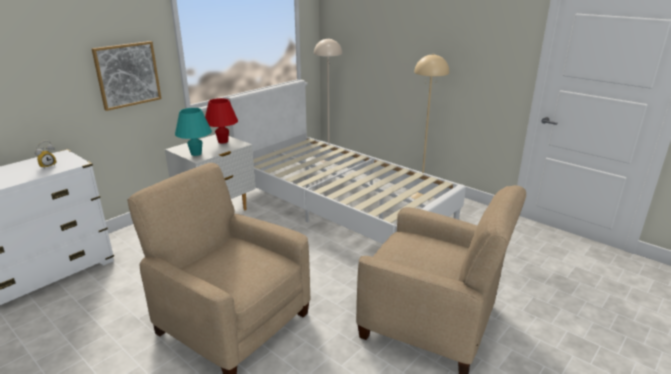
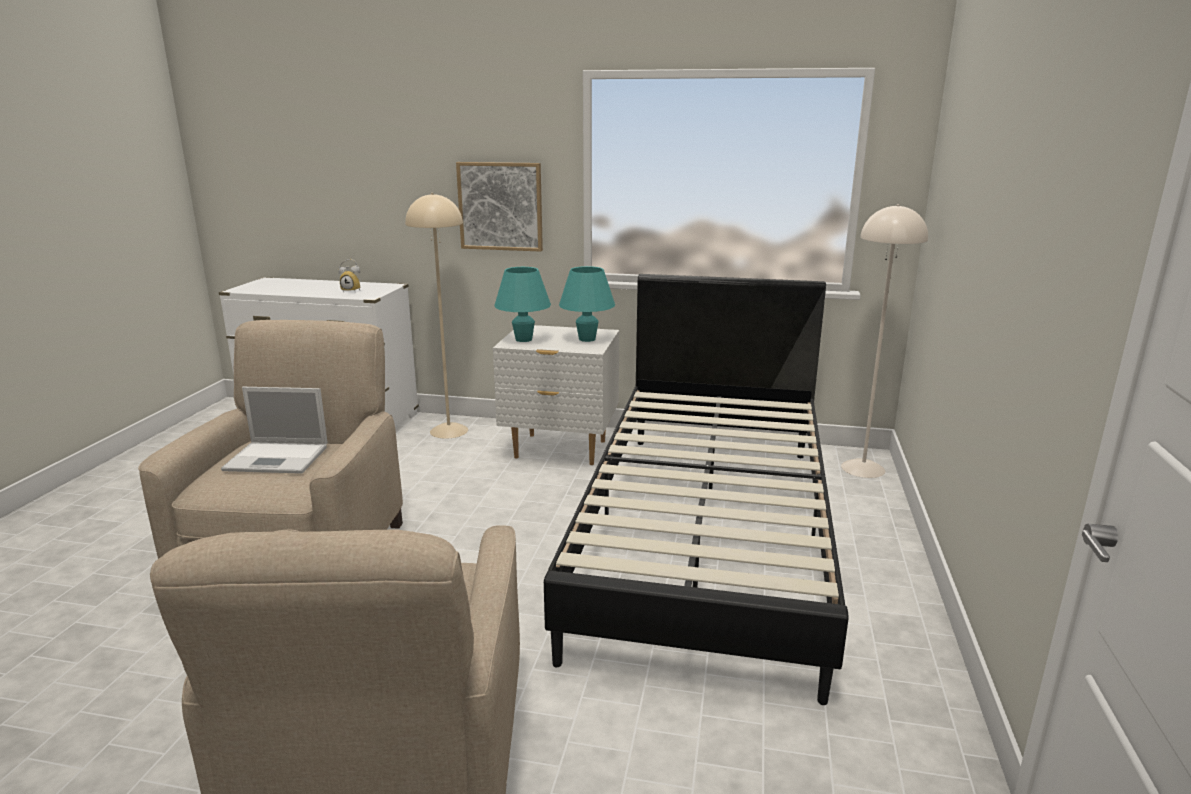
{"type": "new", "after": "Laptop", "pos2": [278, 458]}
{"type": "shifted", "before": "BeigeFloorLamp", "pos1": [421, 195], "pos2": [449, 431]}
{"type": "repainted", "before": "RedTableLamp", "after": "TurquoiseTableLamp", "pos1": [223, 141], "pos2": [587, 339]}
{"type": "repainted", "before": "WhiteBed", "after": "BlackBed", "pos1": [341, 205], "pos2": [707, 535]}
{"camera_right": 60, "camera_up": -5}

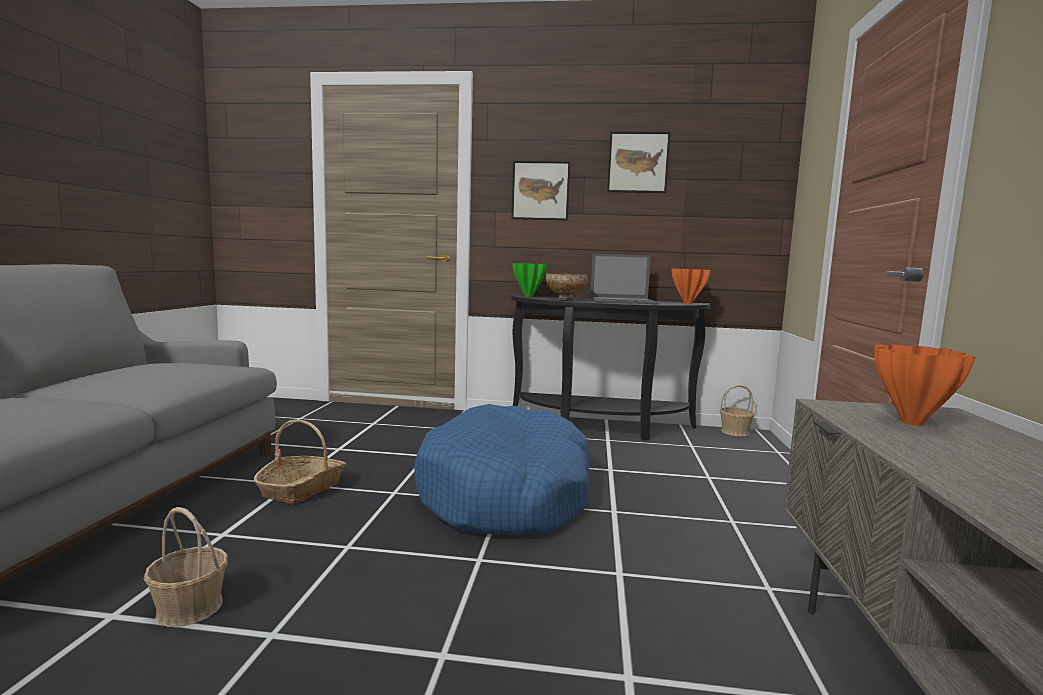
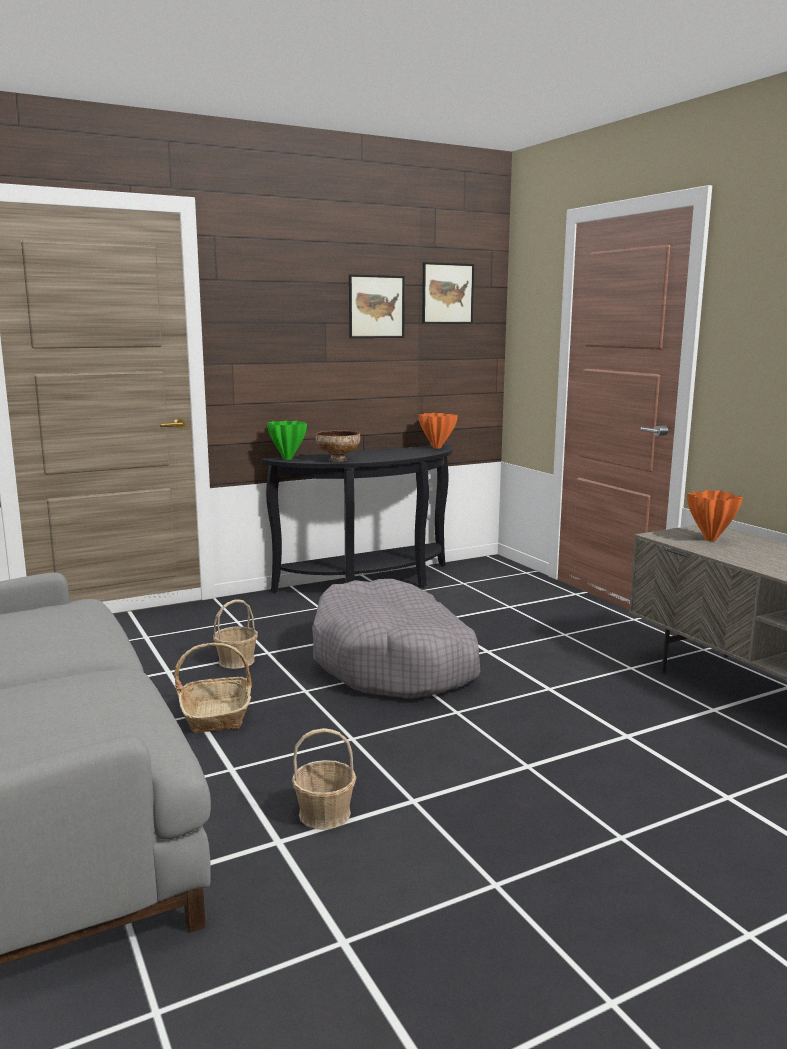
{"type": "gone", "before": "Laptop", "pos1": [623, 301]}
{"type": "shifted", "before": "Picture", "pos1": [540, 190], "pos2": [447, 293]}
{"type": "shifted", "before": "Basket", "pos1": [735, 432], "pos2": [237, 661]}
{"type": "repainted", "before": "BlueDogBed", "after": "GreyDogBed", "pos1": [506, 493], "pos2": [394, 662]}
{"camera_right": -35, "camera_up": 5}

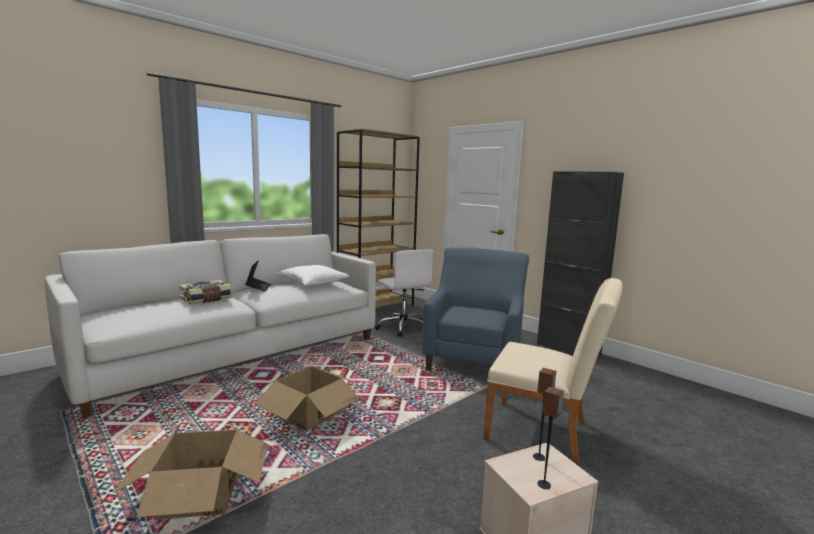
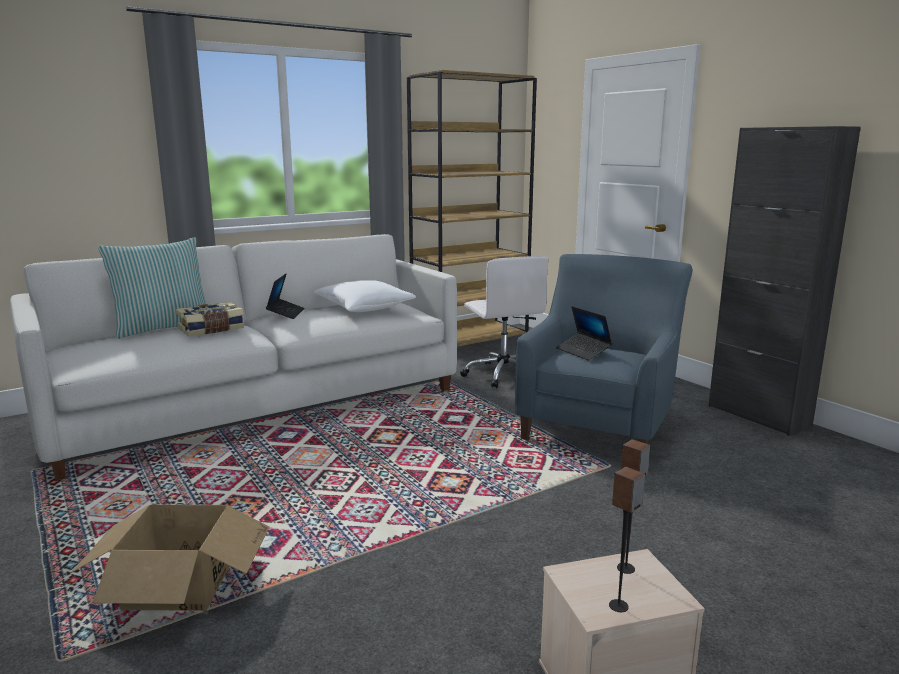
{"type": "gone", "before": "CardboardBox", "pos1": [309, 414]}
{"type": "gone", "before": "BeigeChair", "pos1": [544, 432]}
{"type": "new", "after": "Pillow", "pos2": [163, 328]}
{"type": "new", "after": "Laptop", "pos2": [583, 351]}
{"camera_right": 10, "camera_up": 5}

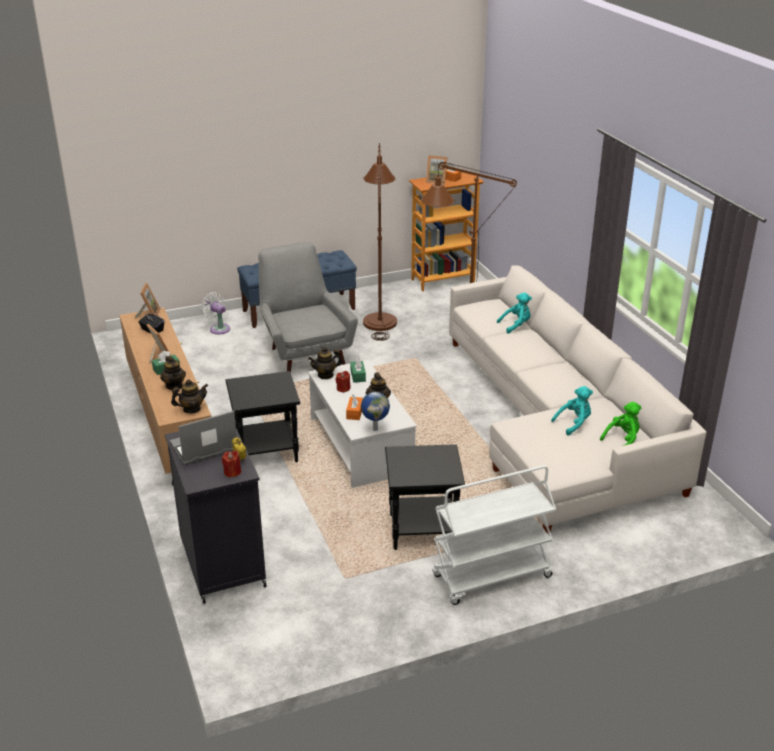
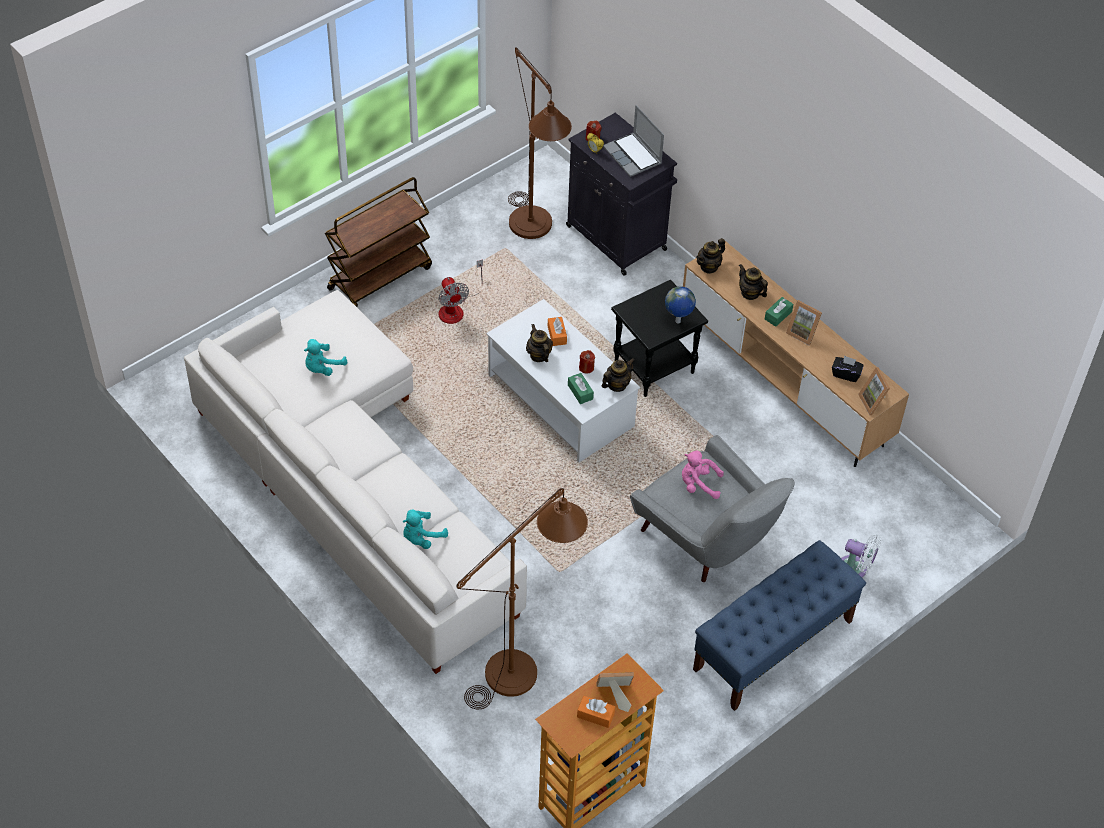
{"type": "gone", "before": "GreenPlushToy", "pos1": [622, 440]}
{"type": "new", "after": "PinkPlushToy", "pos2": [698, 484]}
{"type": "shifted", "before": "Globe", "pos1": [375, 429], "pos2": [678, 322]}
{"type": "shifted", "before": "BrownFloorLamp", "pos1": [380, 318], "pos2": [534, 232]}
{"type": "swapped", "before": "BlackSideTable", "after": "Fan", "pos1": [421, 532], "pos2": [456, 308]}
{"type": "repainted", "before": "WhiteCart", "after": "BrownCart", "pos1": [491, 577], "pos2": [380, 277]}
{"type": "rotated", "before": "Laptop", "pos1": [203, 447], "pos2": [633, 156], "turn": 105}
{"camera_right": 160, "camera_up": 20}

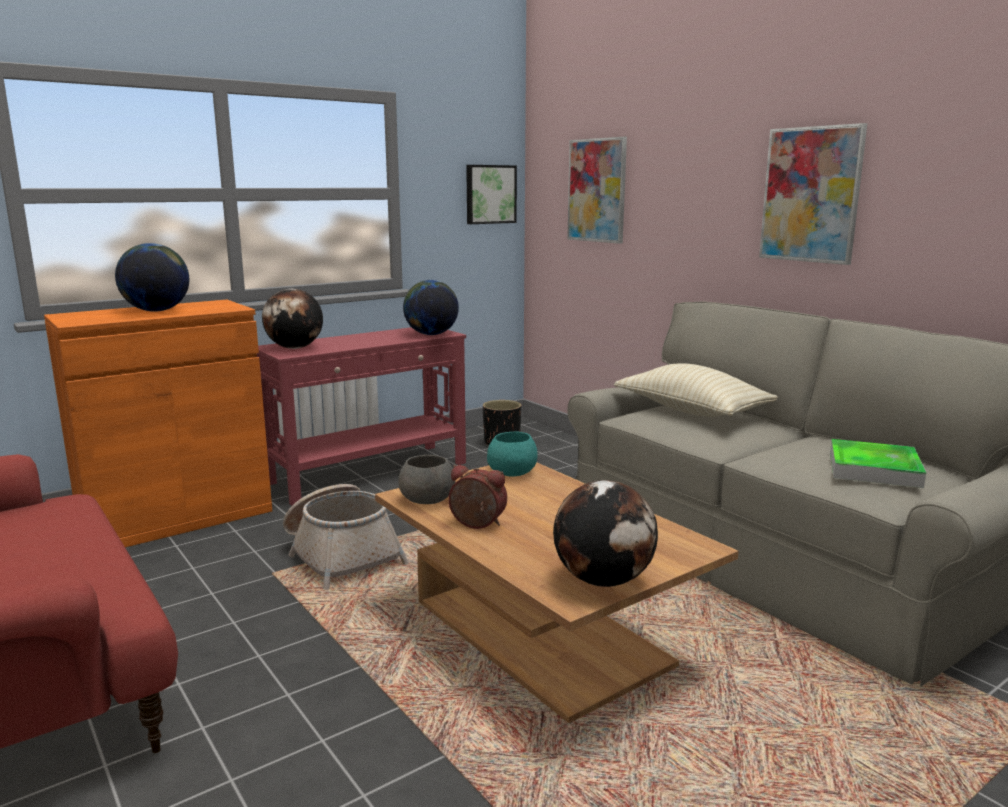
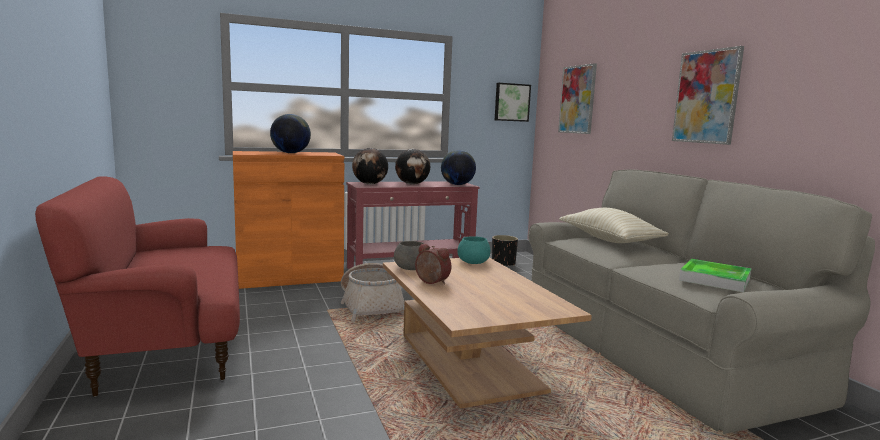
{"type": "shifted", "before": "Globe", "pos1": [603, 580], "pos2": [412, 184]}
{"camera_right": 15, "camera_up": -5}

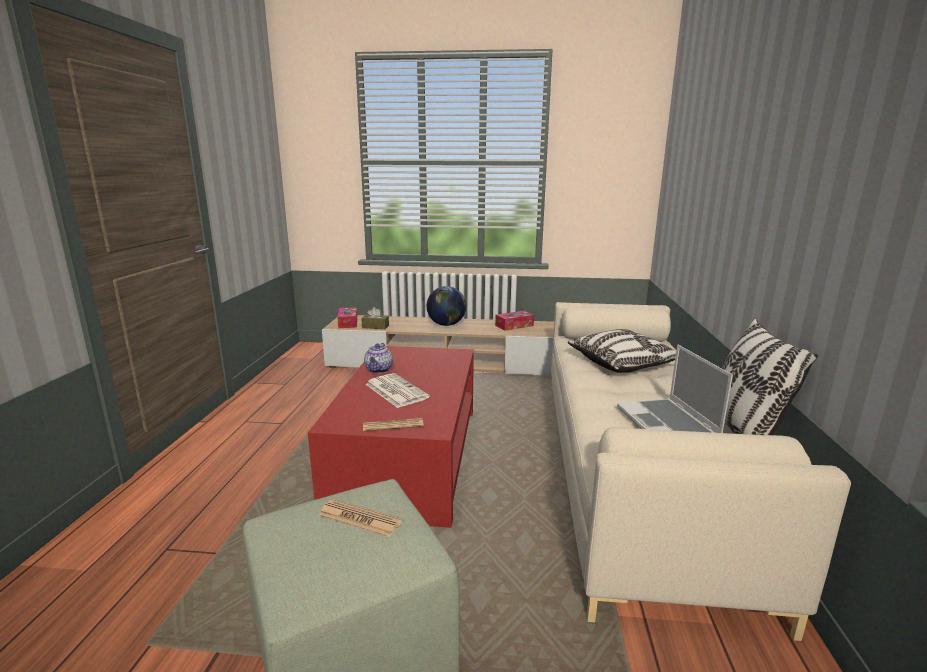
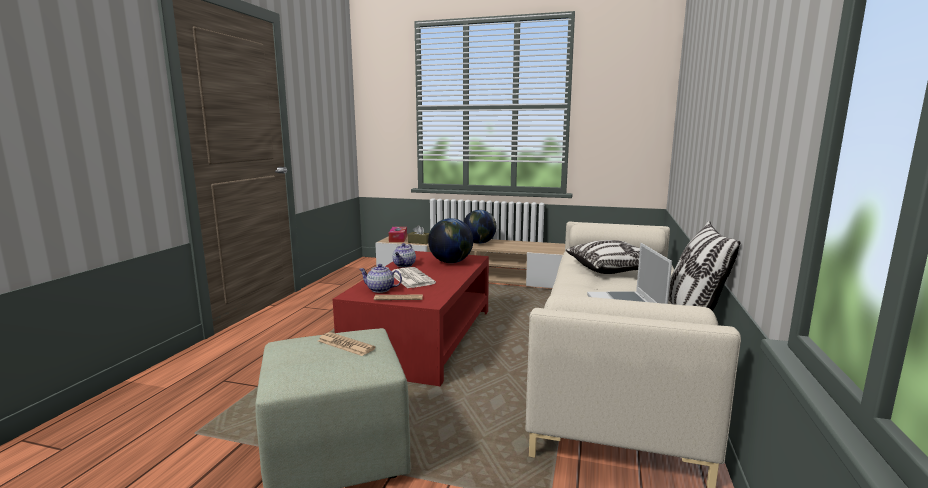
{"type": "gone", "before": "TissueBox", "pos1": [514, 325]}
{"type": "new", "after": "Teapot", "pos2": [381, 290]}
{"type": "new", "after": "Globe", "pos2": [451, 262]}
{"camera_right": 10, "camera_up": -5}

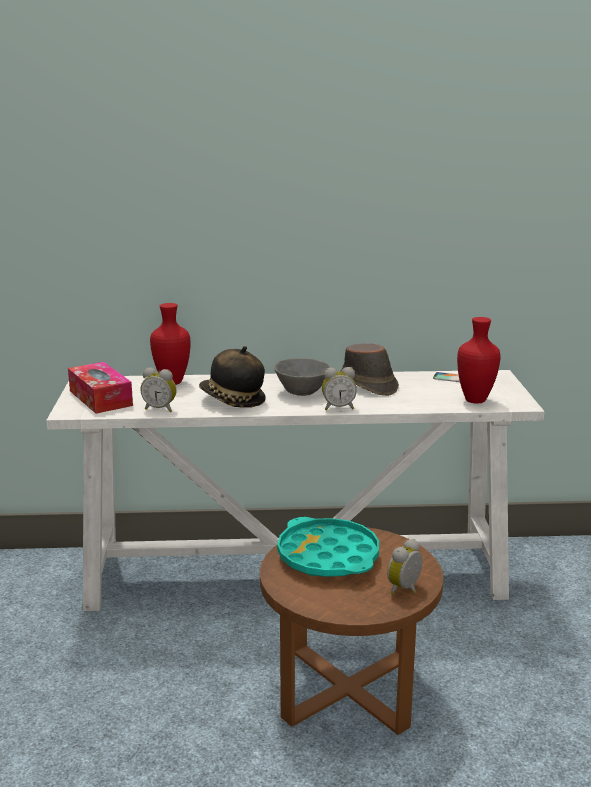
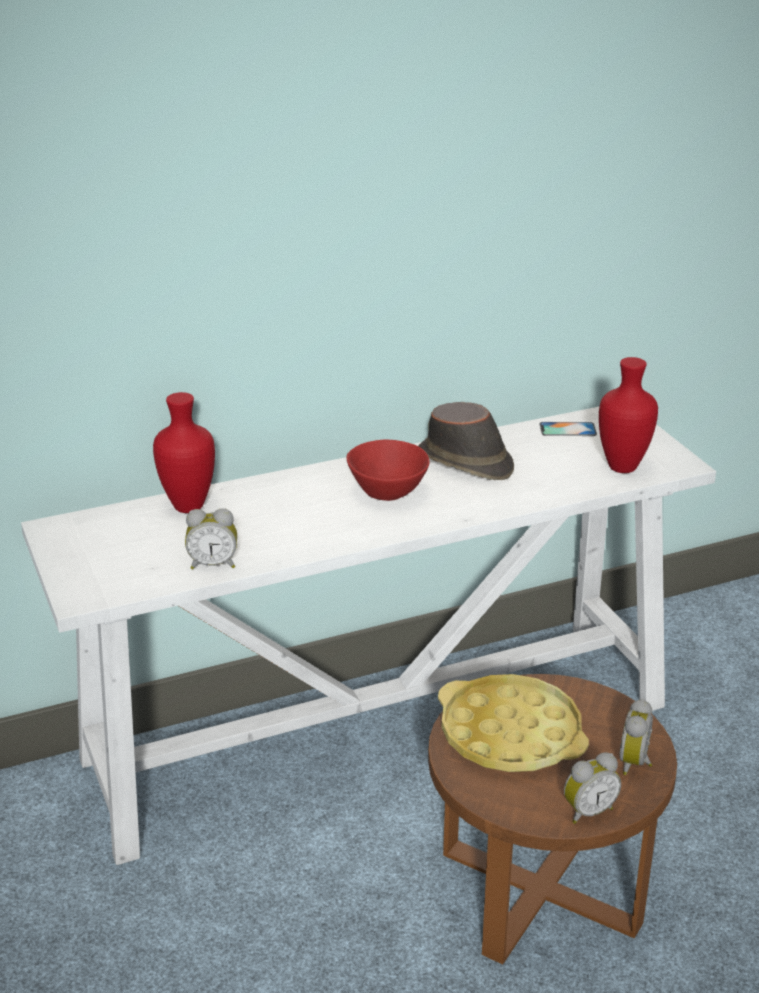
{"type": "gone", "before": "TissueBox", "pos1": [100, 398]}
{"type": "gone", "before": "Hat", "pos1": [232, 400]}
{"type": "shifted", "before": "AlarmClock", "pos1": [338, 407], "pos2": [587, 811]}
{"type": "repainted", "before": "GreyBowl", "after": "RedBowl", "pos1": [301, 392], "pos2": [388, 493]}
{"type": "repainted", "before": "TurquoiseTray", "after": "YellowTray", "pos1": [328, 556], "pos2": [510, 734]}
{"camera_right": -20, "camera_up": 10}

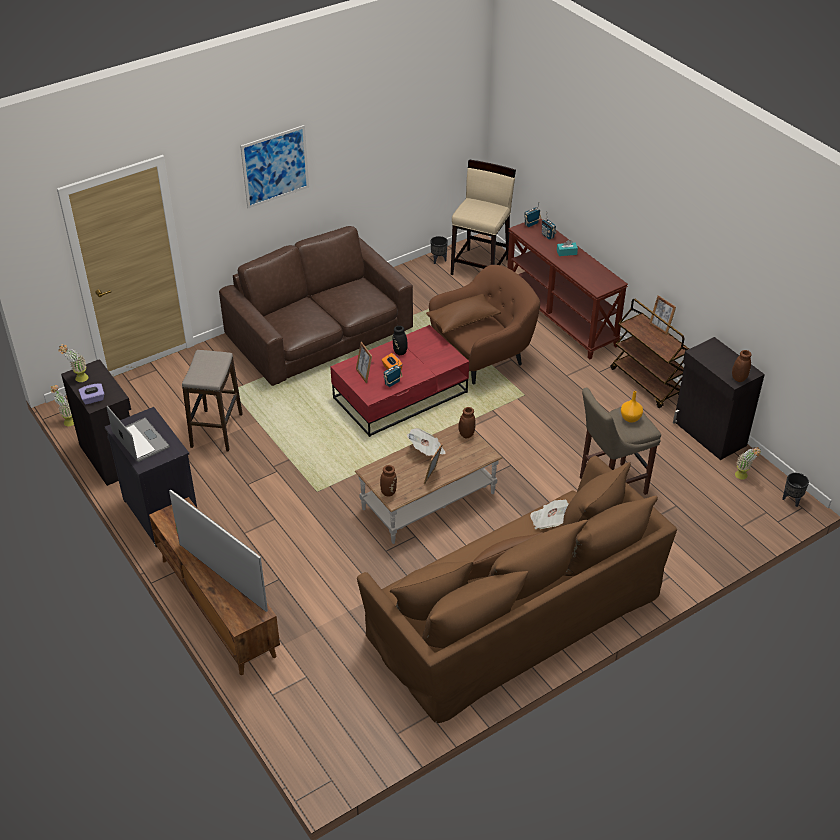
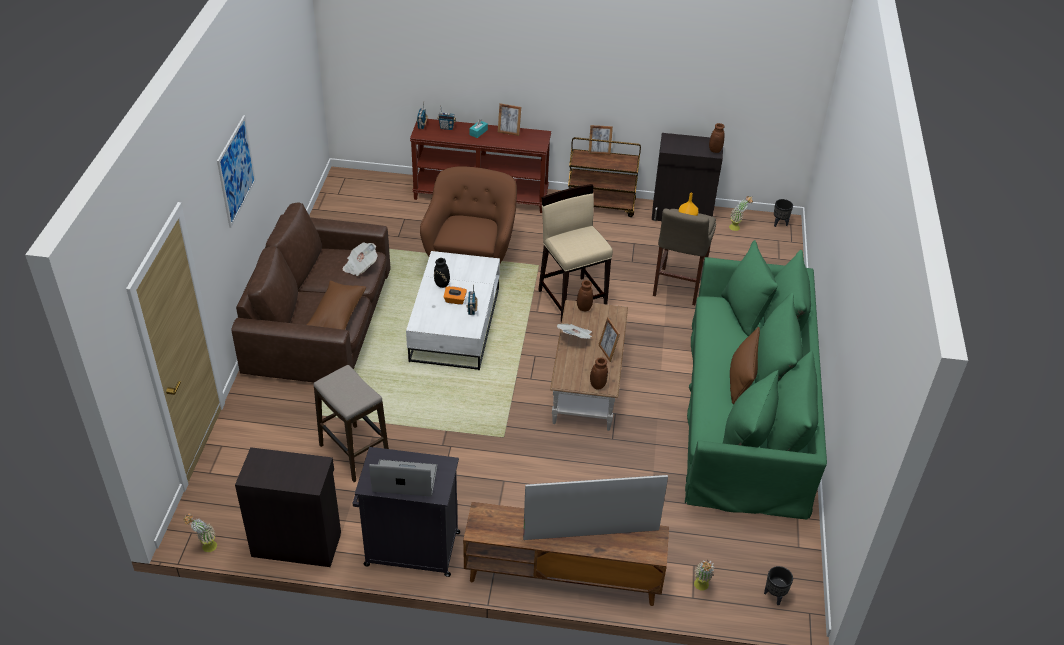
{"type": "gone", "before": "PurpleTissueBox", "pos1": [93, 399]}
{"type": "shifted", "before": "PottedPlant", "pos1": [78, 379], "pos2": [701, 587]}
{"type": "shifted", "before": "PictureFrame", "pos1": [364, 375], "pos2": [509, 132]}
{"type": "shifted", "before": "BrownPillow", "pos1": [463, 321], "pos2": [337, 315]}
{"type": "shifted", "before": "BlackPlanter", "pos1": [438, 260], "pos2": [774, 595]}
{"type": "shifted", "before": "BeigeStool", "pos1": [480, 266], "pos2": [572, 299]}
{"type": "shifted", "before": "Newspaper", "pos1": [549, 521], "pos2": [360, 266]}
{"type": "repainted", "before": "RedCoffeeTable", "after": "WhiteCoffeeTable", "pos1": [401, 395], "pos2": [455, 324]}
{"type": "repainted", "before": "BrownSofa", "after": "GreenSofa", "pos1": [514, 613], "pos2": [745, 412]}
{"camera_right": -50, "camera_up": 0}

